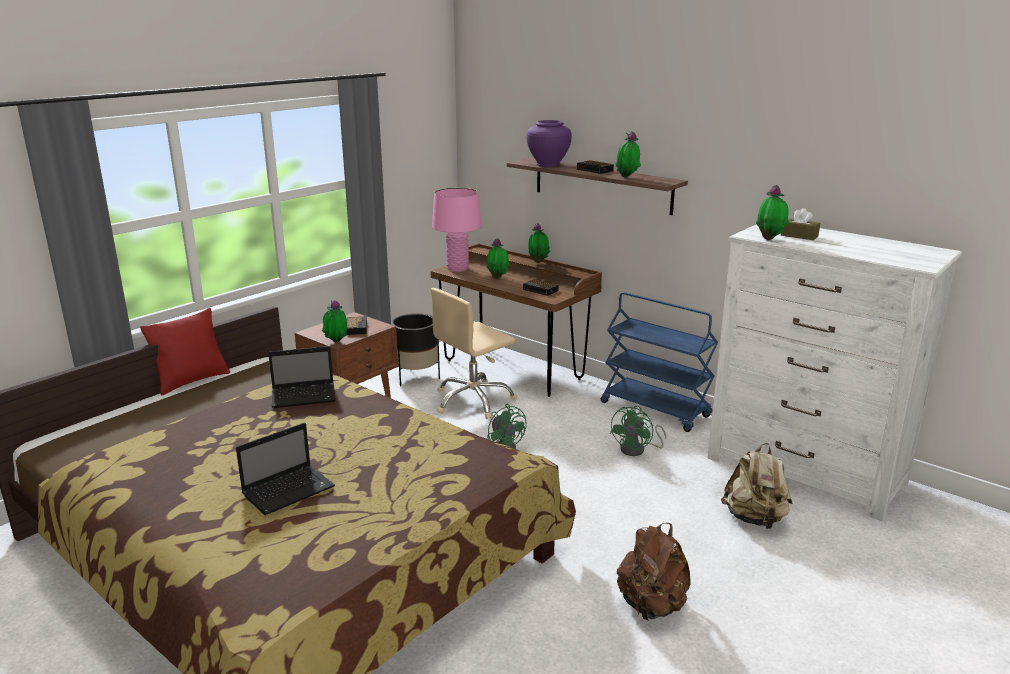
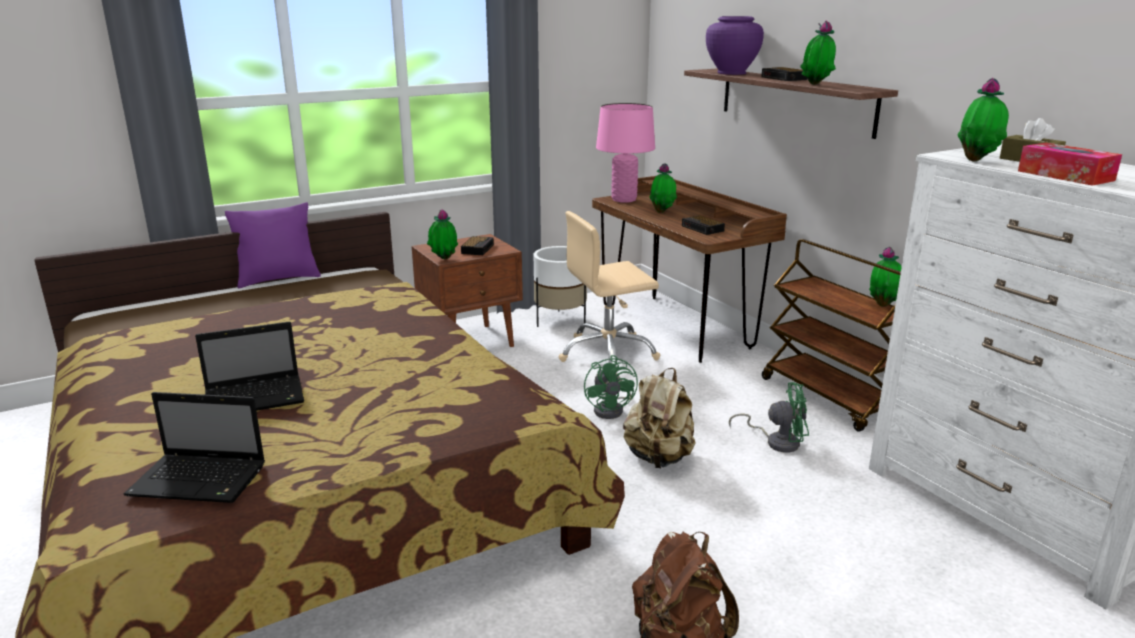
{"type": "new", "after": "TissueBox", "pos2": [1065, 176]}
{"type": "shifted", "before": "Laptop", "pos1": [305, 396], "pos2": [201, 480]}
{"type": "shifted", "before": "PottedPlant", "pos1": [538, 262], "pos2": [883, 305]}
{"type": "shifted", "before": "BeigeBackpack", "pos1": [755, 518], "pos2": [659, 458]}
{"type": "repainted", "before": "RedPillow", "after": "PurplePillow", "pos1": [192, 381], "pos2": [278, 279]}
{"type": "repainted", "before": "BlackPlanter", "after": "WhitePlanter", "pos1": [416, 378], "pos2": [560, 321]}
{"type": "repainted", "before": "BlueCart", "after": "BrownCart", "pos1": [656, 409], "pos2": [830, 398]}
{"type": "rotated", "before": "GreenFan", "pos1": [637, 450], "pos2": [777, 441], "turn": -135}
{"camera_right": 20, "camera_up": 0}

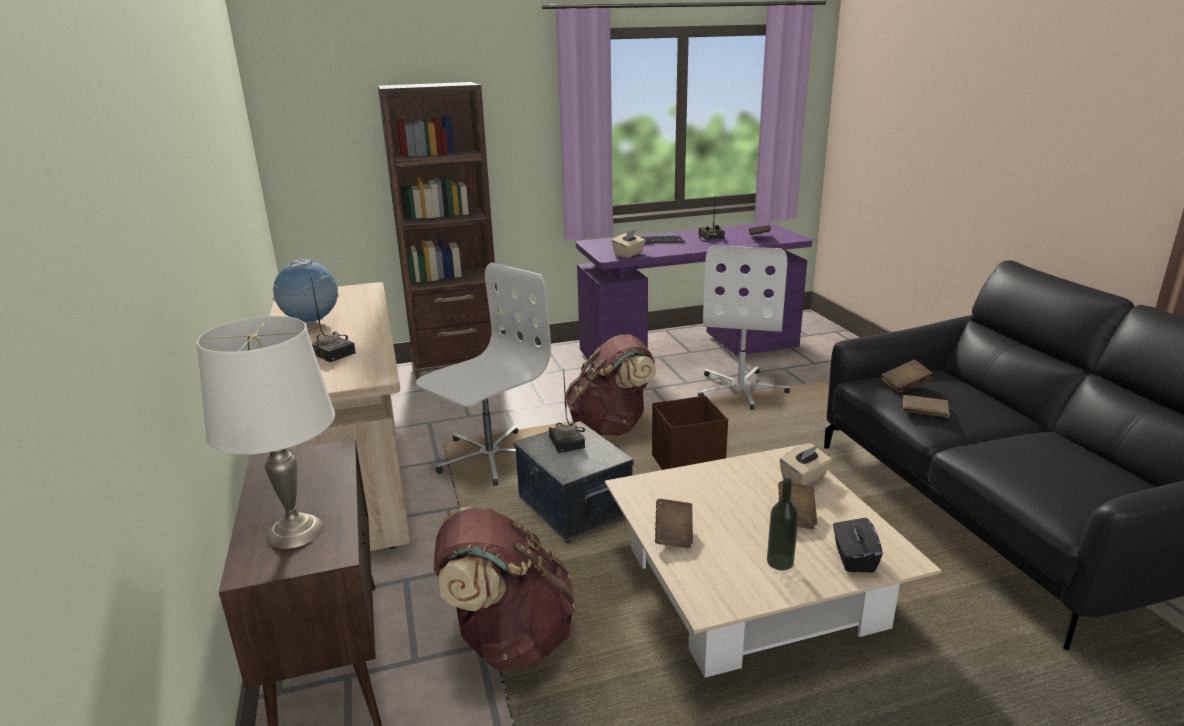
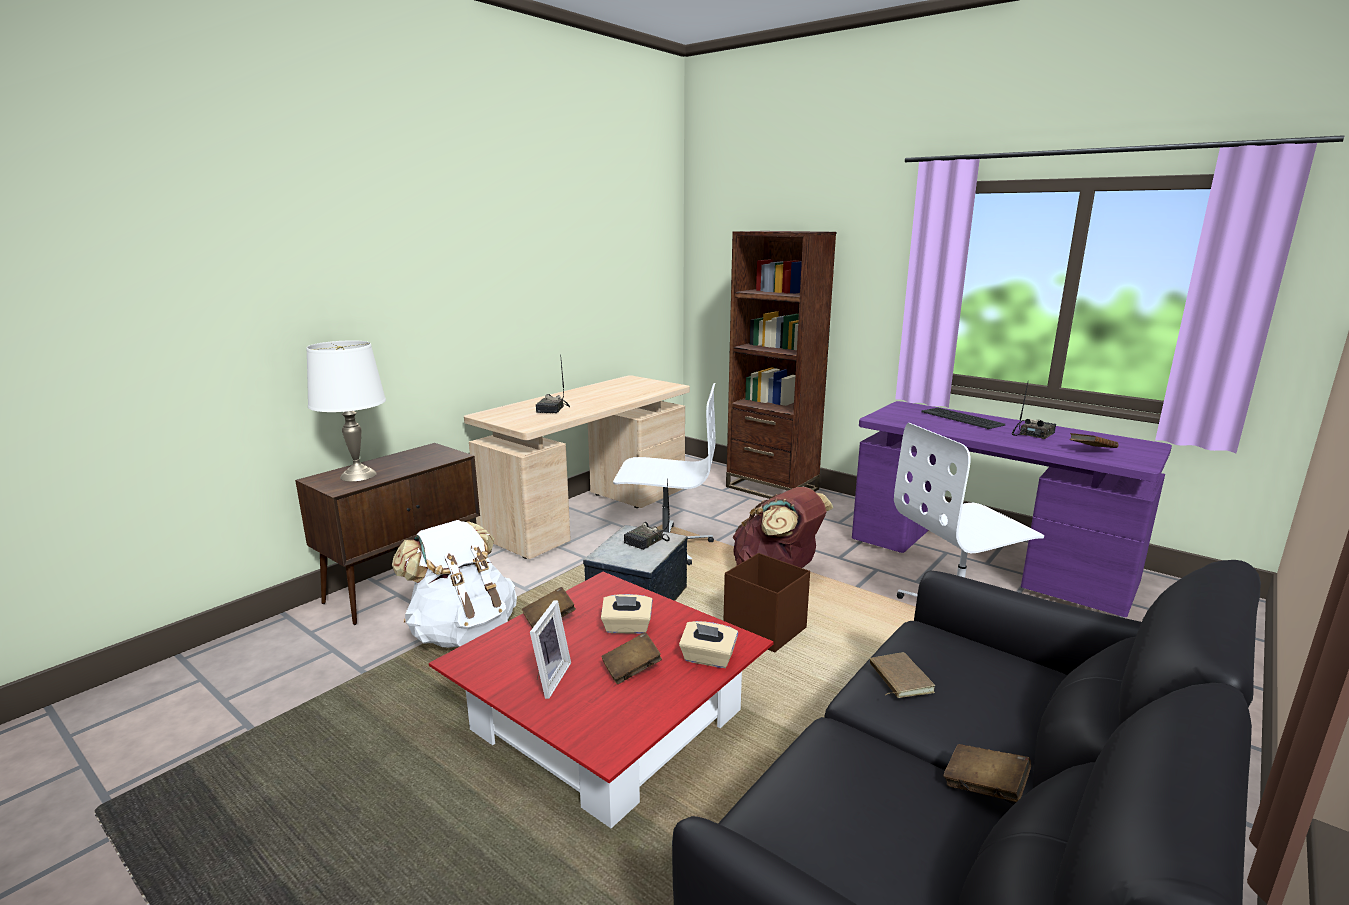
{"type": "gone", "before": "Globe", "pos1": [311, 323]}
{"type": "gone", "before": "BlackTissueBox", "pos1": [853, 558]}
{"type": "shifted", "before": "BeigeTissueBox", "pos1": [629, 254], "pos2": [627, 627]}
{"type": "shifted", "before": "BrownBook", "pos1": [905, 385], "pos2": [984, 787]}
{"type": "swapped", "before": "Bottle", "after": "PictureFrame", "pos1": [780, 562], "pos2": [547, 678]}
{"type": "repainted", "before": "BrownBackpack", "after": "WhiteBackpack", "pos1": [508, 639], "pos2": [463, 632]}
{"type": "repainted", "before": "BeigeCoffeeTable", "after": "RedCoffeeTable", "pos1": [753, 587], "pos2": [607, 722]}
{"camera_right": 55, "camera_up": -5}

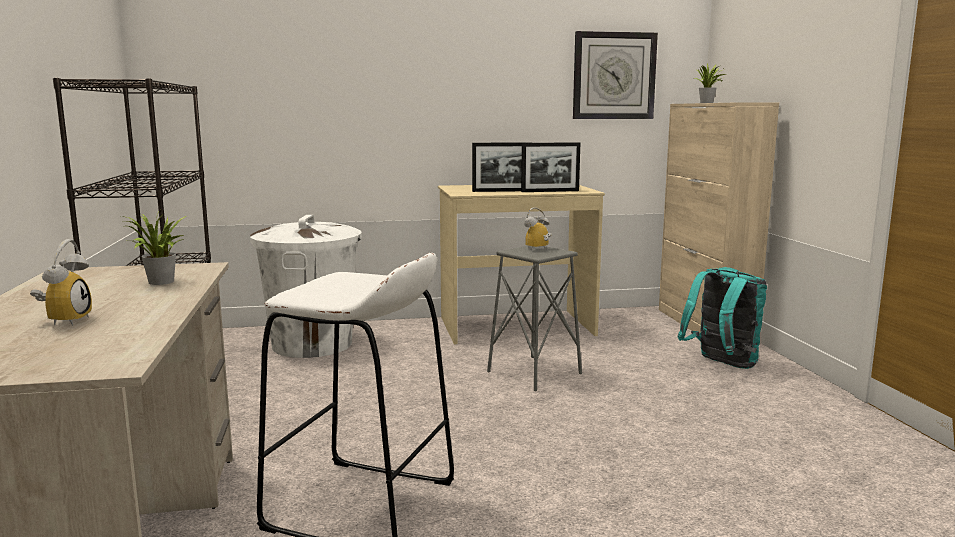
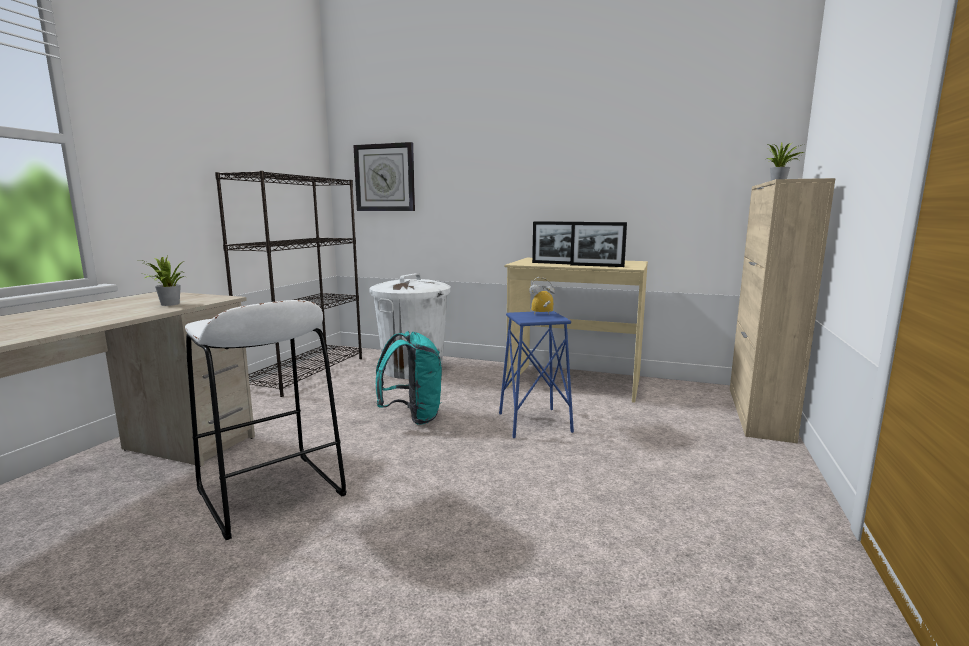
{"type": "gone", "before": "AlarmClock", "pos1": [64, 320]}
{"type": "shifted", "before": "WallClock", "pos1": [614, 76], "pos2": [385, 178]}
{"type": "shifted", "before": "TurquoiseBackpack", "pos1": [721, 364], "pos2": [413, 417]}
{"type": "repainted", "before": "GreyStool", "after": "BlueStool", "pos1": [534, 373], "pos2": [534, 423]}
{"camera_right": 30, "camera_up": 0}

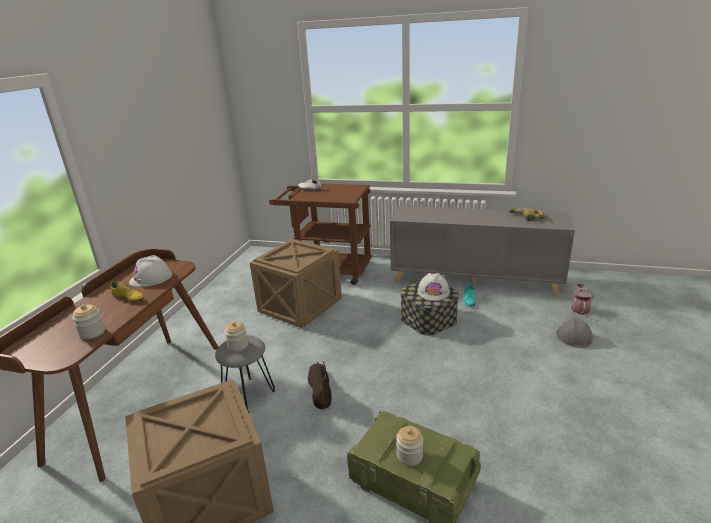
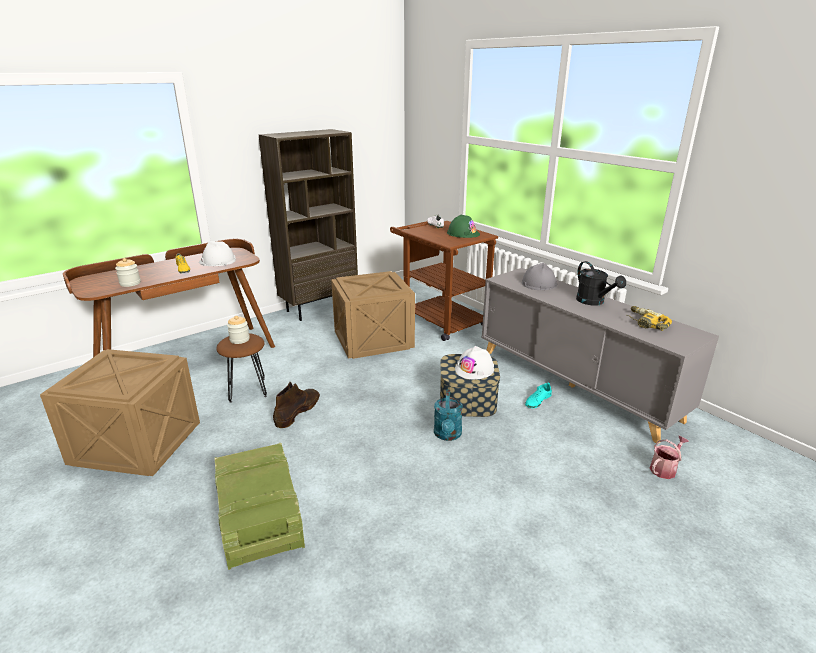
{"type": "gone", "before": "Jar", "pos1": [409, 456]}
{"type": "new", "after": "BrownBookcase", "pos2": [319, 308]}
{"type": "new", "after": "TurquoiseWateringCan", "pos2": [447, 435]}
{"type": "new", "after": "GreenHardHat", "pos2": [463, 233]}
{"type": "new", "after": "BlackWateringCan", "pos2": [594, 302]}
{"type": "shifted", "before": "GreyHardHat", "pos1": [573, 337], "pos2": [539, 283]}
{"type": "repainted", "before": "GreyStool", "after": "BrownStool", "pos1": [249, 394], "pos2": [247, 390]}
{"camera_right": 35, "camera_up": 0}

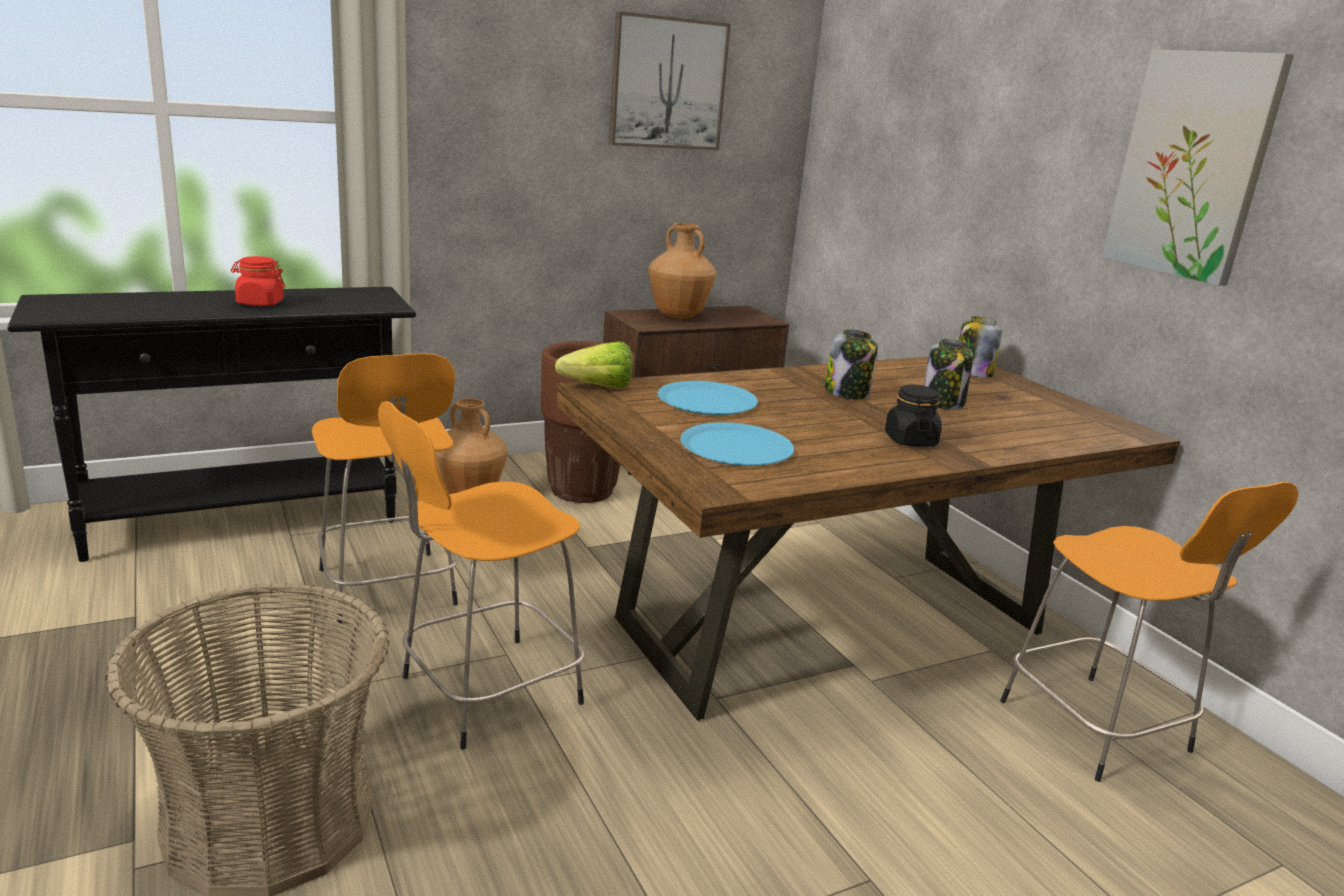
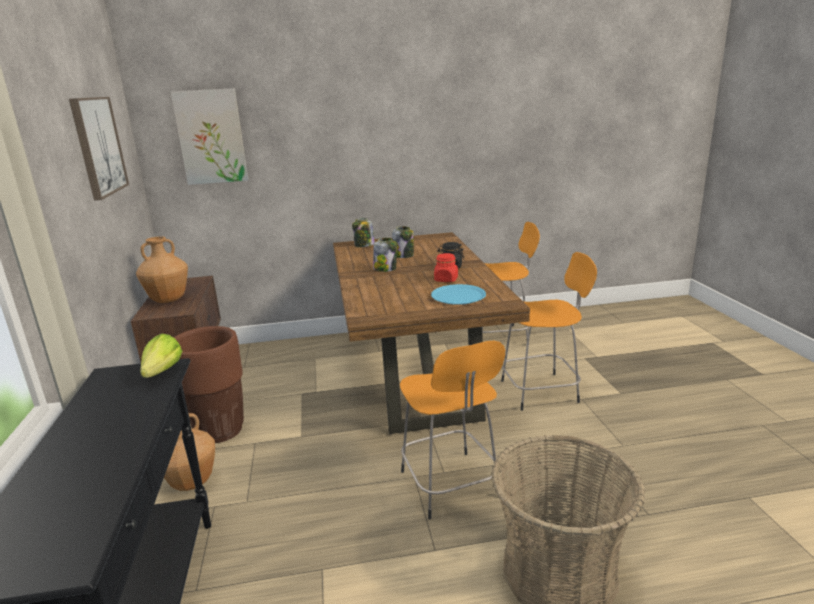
{"type": "gone", "before": "BluePlate", "pos1": [707, 401]}
{"type": "shifted", "before": "RedJar", "pos1": [260, 303], "pos2": [446, 279]}
{"type": "shifted", "before": "OrangeStool", "pos1": [388, 590], "pos2": [542, 391]}
{"type": "shifted", "before": "Lettuce", "pos1": [592, 387], "pos2": [159, 375]}
{"type": "shifted", "before": "Picture", "pos1": [1192, 165], "pos2": [211, 137]}
{"camera_right": -70, "camera_up": 0}

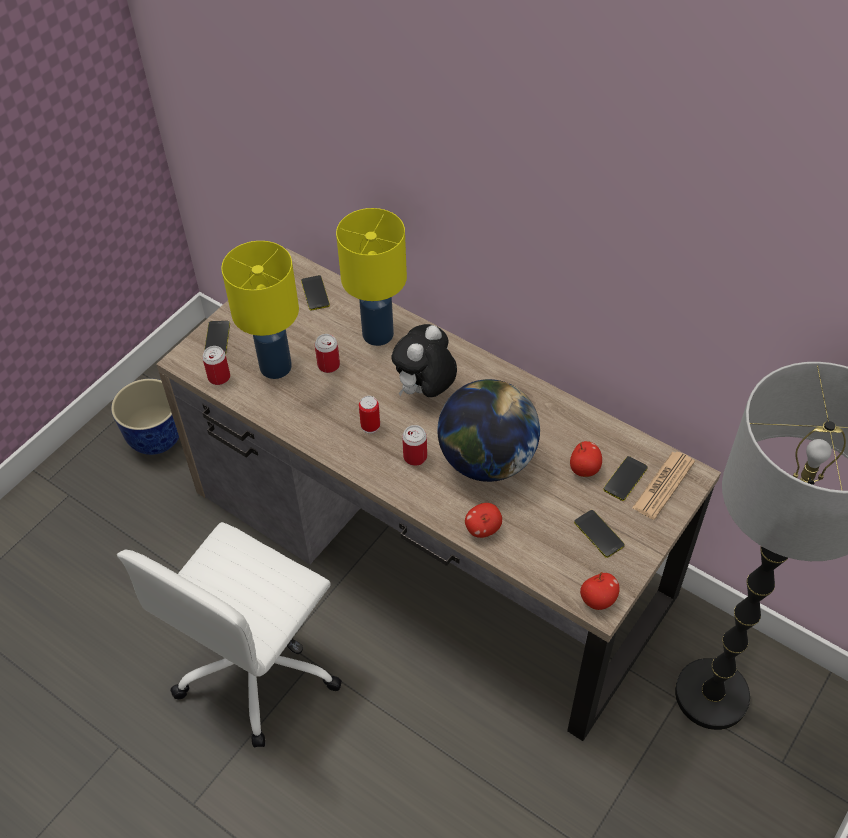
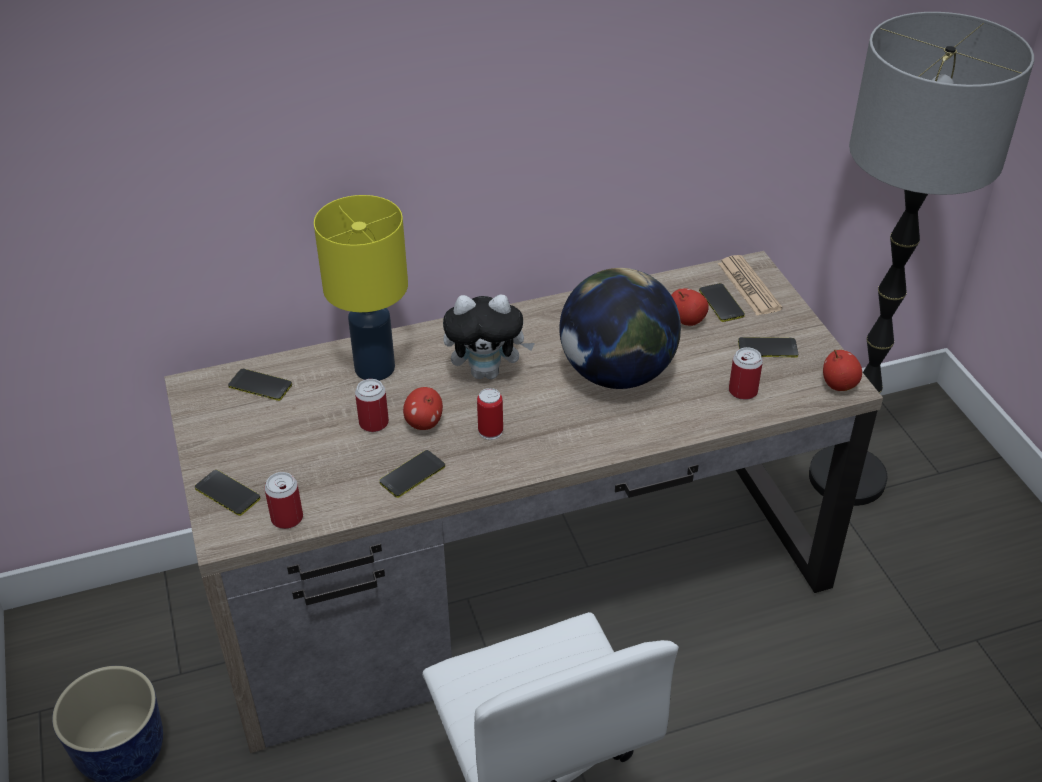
{"type": "gone", "before": "YellowTableLamp", "pos1": [276, 366]}
{"type": "new", "after": "Phone", "pos2": [412, 474]}
{"type": "shifted", "before": "Can", "pos1": [415, 457], "pos2": [743, 391]}
{"type": "shifted", "before": "Apple", "pos1": [483, 529], "pos2": [424, 423]}
{"type": "rotated", "before": "PlushToy", "pos1": [425, 391], "pos2": [487, 372], "turn": -75}
{"camera_right": -55, "camera_up": -10}

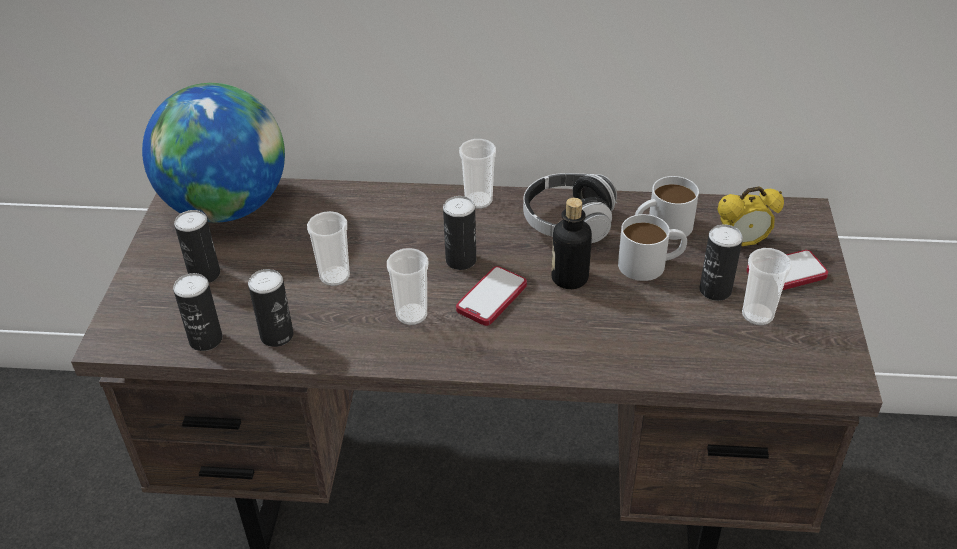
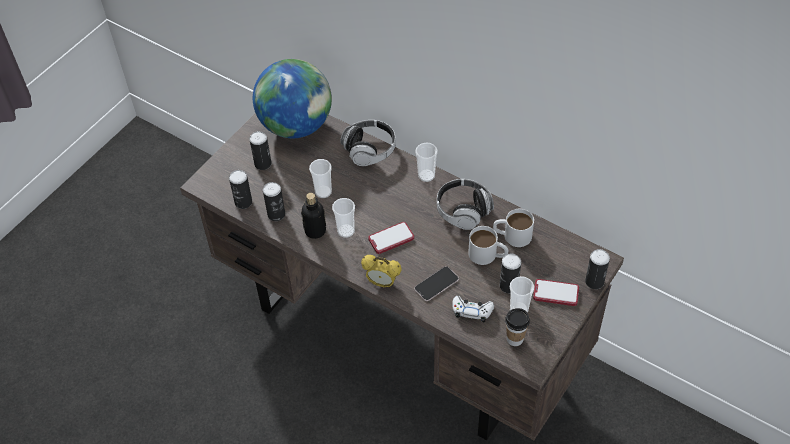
{"type": "new", "after": "Headphones", "pos2": [369, 150]}
{"type": "new", "after": "Phone", "pos2": [436, 284]}
{"type": "new", "after": "WhiteGameController", "pos2": [472, 311]}
{"type": "new", "after": "Cup", "pos2": [515, 339]}
{"type": "shifted", "before": "Can", "pos1": [461, 260], "pos2": [594, 281]}
{"type": "shifted", "before": "Bottle", "pos1": [569, 278], "pos2": [315, 231]}
{"type": "shifted", "before": "AlarmClock", "pos1": [742, 243], "pos2": [382, 283]}
{"camera_right": 30, "camera_up": 10}

